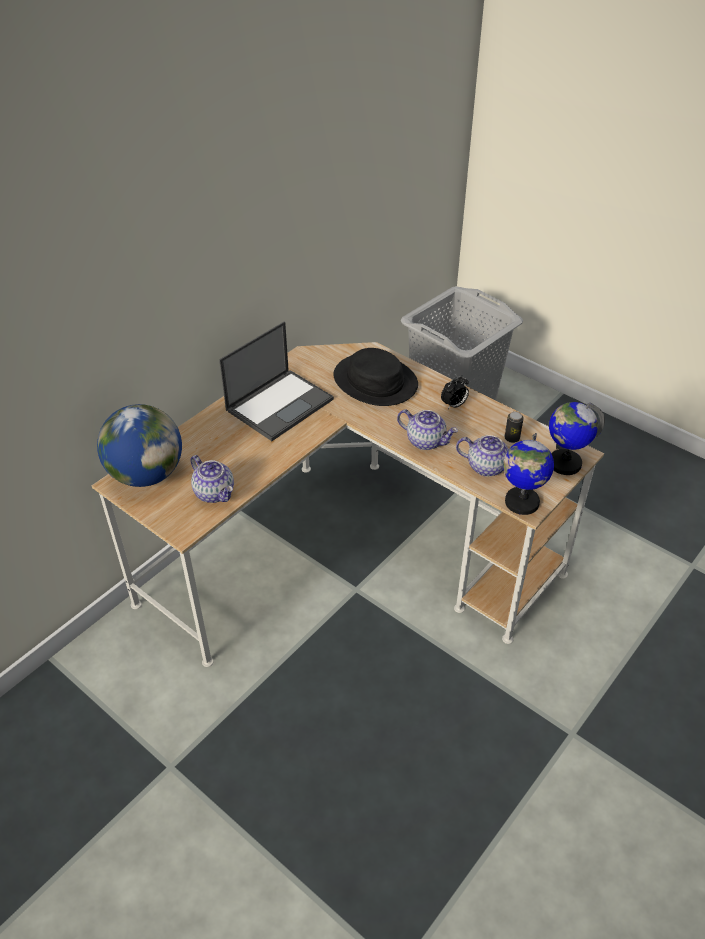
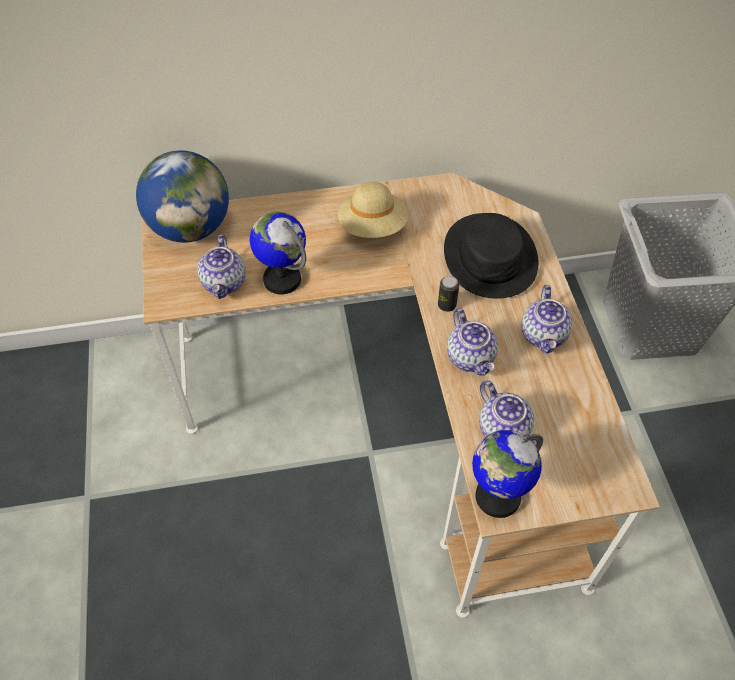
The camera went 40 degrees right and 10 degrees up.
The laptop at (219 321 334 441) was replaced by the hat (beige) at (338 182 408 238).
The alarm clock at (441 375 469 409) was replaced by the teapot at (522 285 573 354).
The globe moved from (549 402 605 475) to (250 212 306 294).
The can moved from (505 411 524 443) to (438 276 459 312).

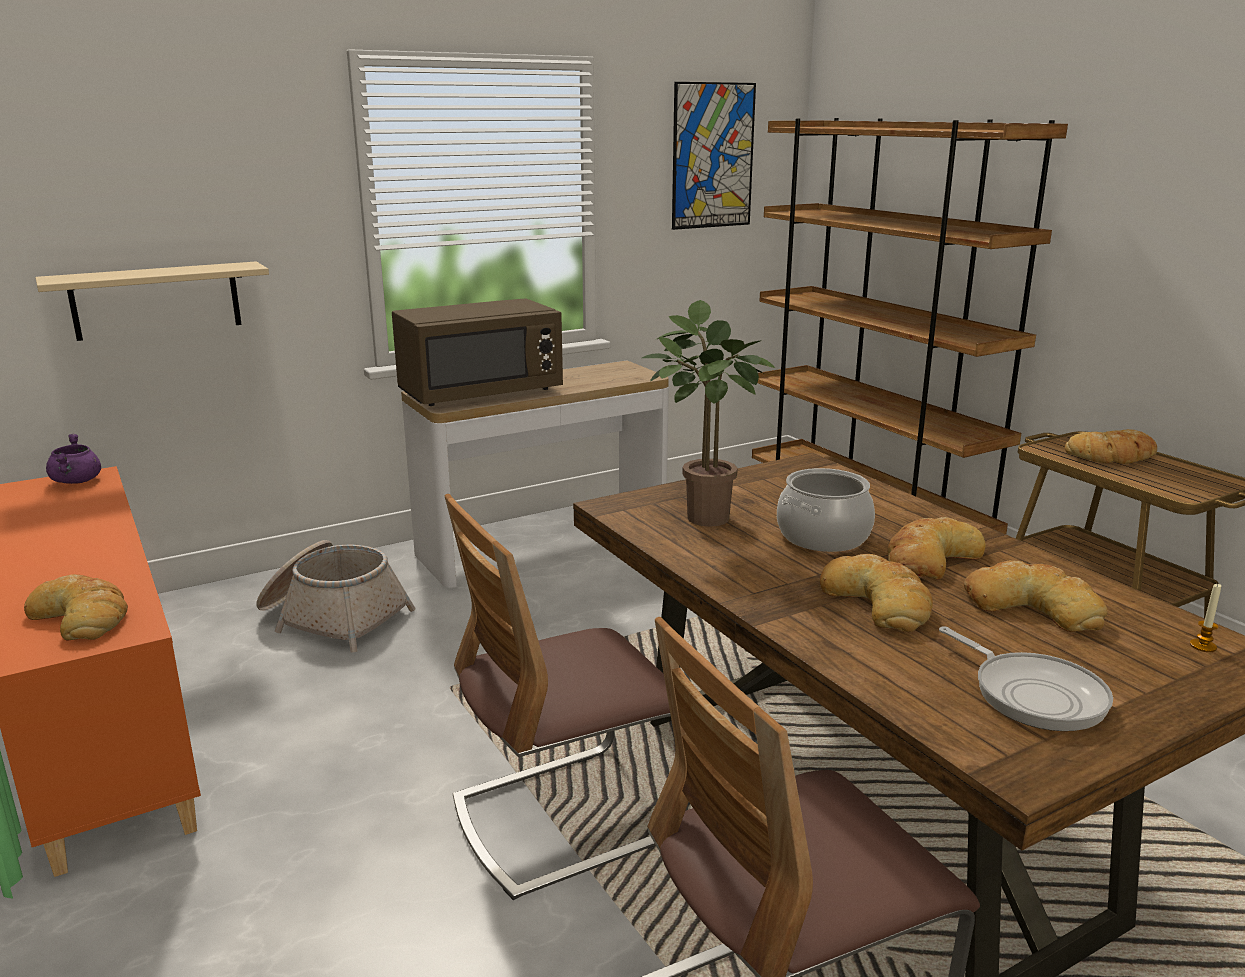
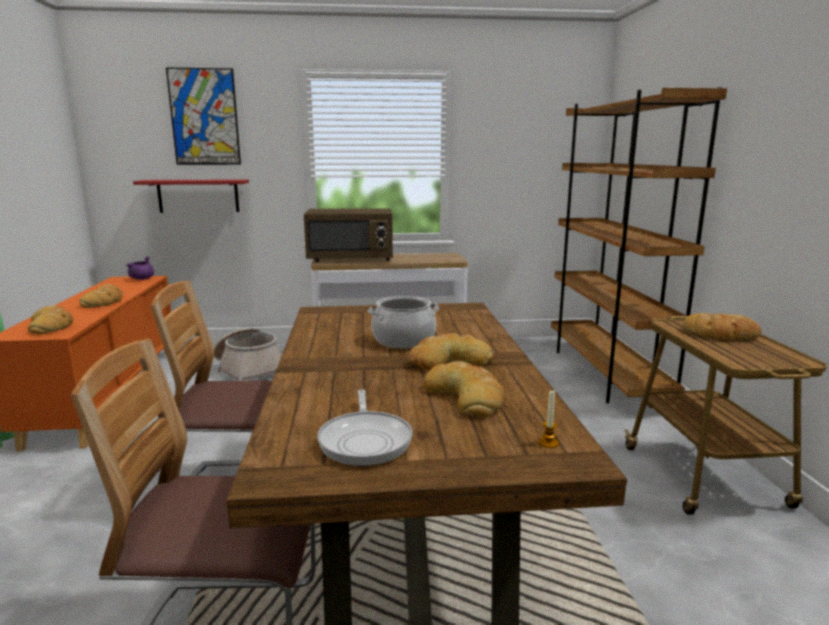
The camera went 25 degrees right and 5 degrees down.
The picture moved from (672 82 756 230) to (166 68 241 165).
The shelf (beige) at (35 262 269 341) became the shelf (red) at (133 179 249 213).
The potted plant at (642 300 775 527) disappeared.
The bread moved from (820 554 933 632) to (79 284 123 308).

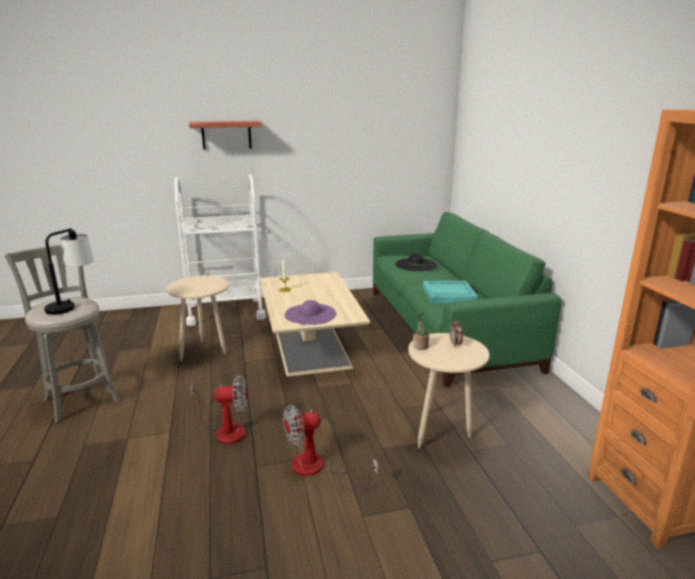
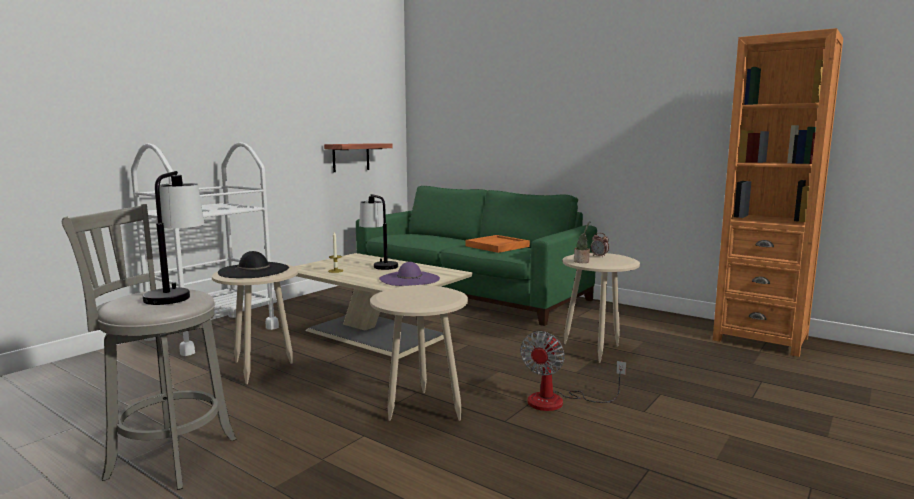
The camera went 40 degrees left and 10 degrees down.
The shelf moved from (189 121 262 150) to (324 143 393 172).
The hat (black) moved from (396 253 437 271) to (218 251 289 278).
The tray (turquoise) at (423 280 478 303) became the tray (orange) at (465 235 530 253).
The fan at (191 375 247 444) was replaced by the side table (beige) at (370 285 468 421).
The table lamp at (359 194 398 270) appeared.

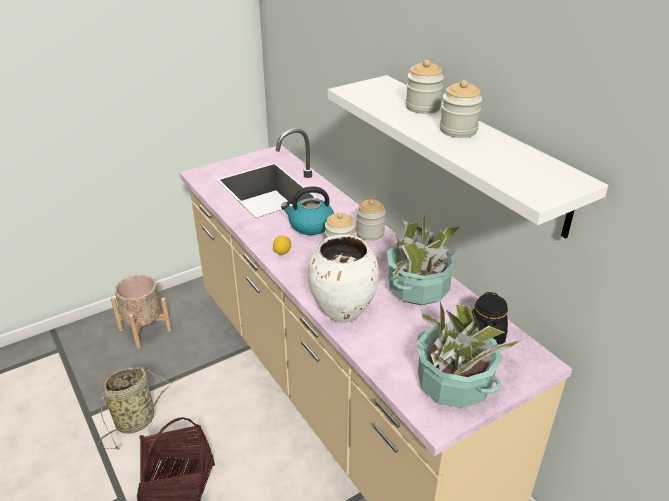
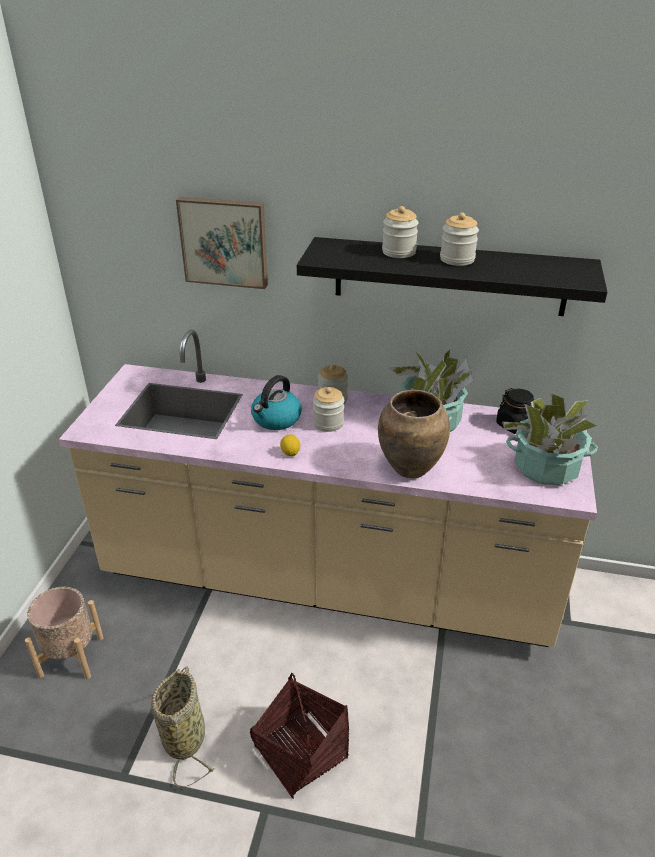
The camera went 45 degrees left and 0 degrees up.
The shelf (white) at (328 75 608 239) became the shelf (black) at (297 237 607 316).
The vase (white) at (308 234 379 323) became the vase (brown) at (378 390 450 478).
The picture at (176 197 268 289) appeared.

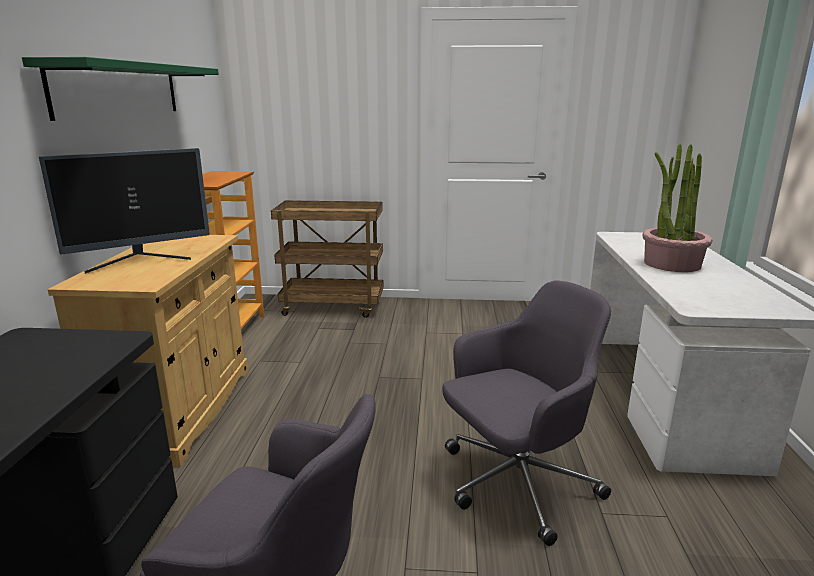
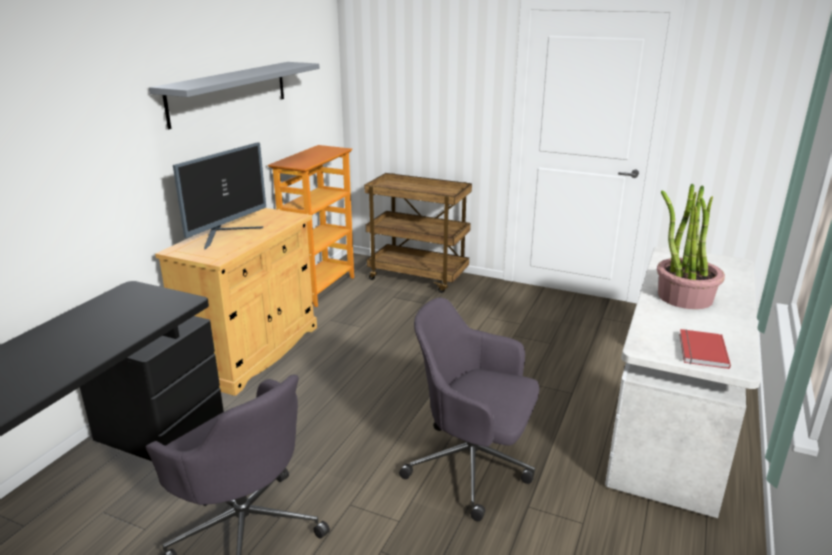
The camera went 20 degrees right and 5 degrees up.
The shelf (green) at (22 57 219 121) became the shelf (grey) at (149 62 319 129).
The monitor at (39 148 210 274) turned 45 degrees counterclockwise.
The office chair (grey) at (442 280 611 546) turned 150 degrees counterclockwise.
The book (red) at (679 329 731 369) appeared.

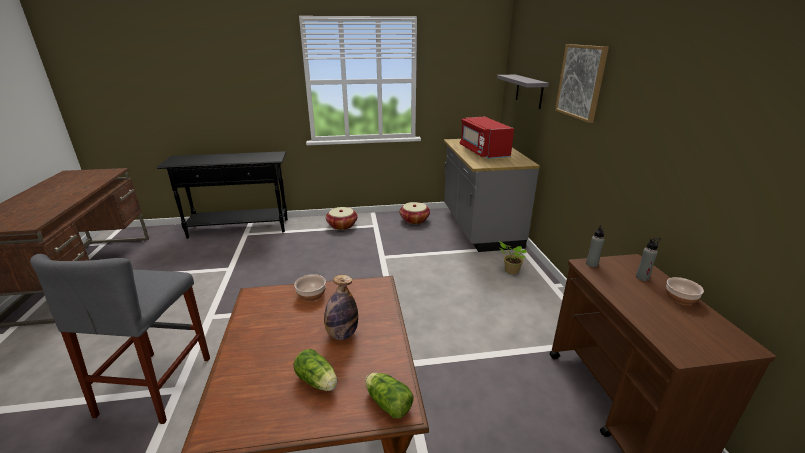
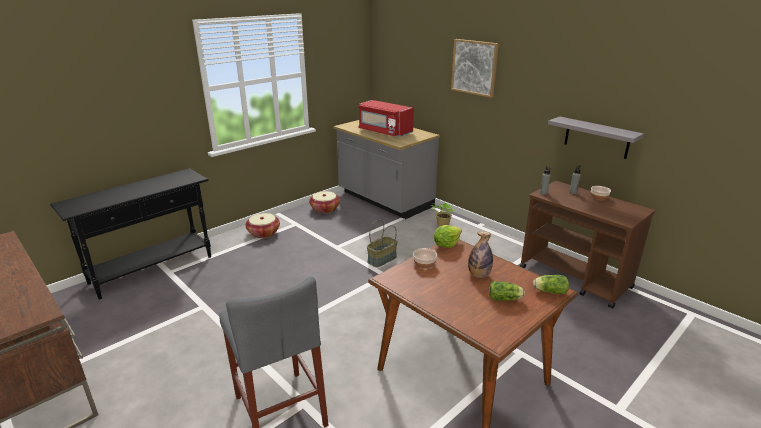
The camera went 35 degrees left and 0 degrees up.
The shelf (grey) moved from (497 75 549 109) to (548 117 644 159).
The basket at (367 220 398 267) appeared.
The lettuce at (434 225 462 248) appeared.

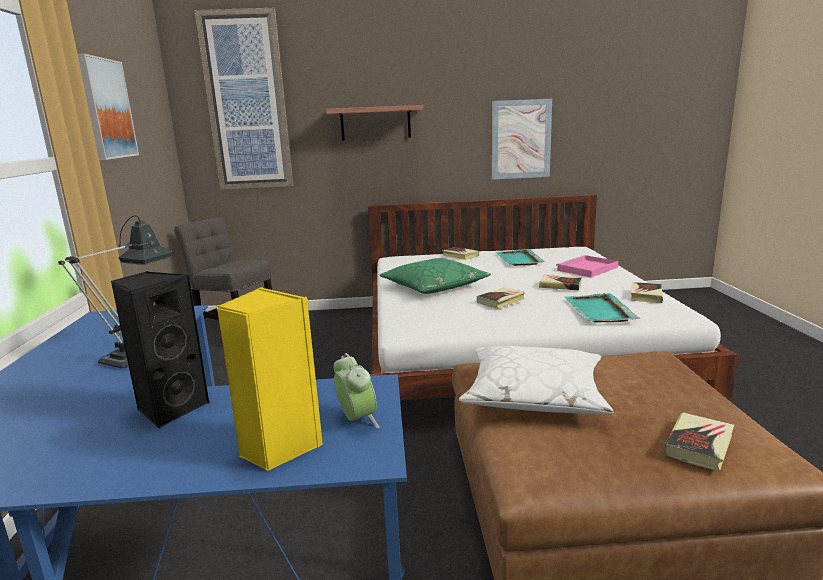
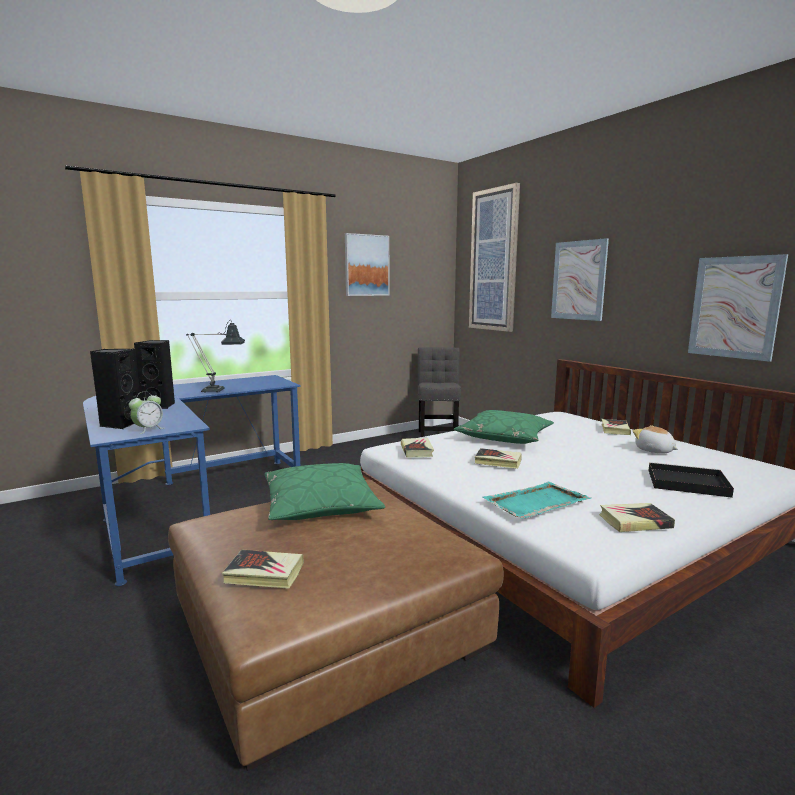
The camera went 60 degrees right and 5 degrees down.
The shelf at (326 105 423 141) was replaced by the picture at (551 238 609 321).
The tray (turquoise) at (496 249 545 266) was replaced by the plush toy at (633 425 678 453).
The tray (pink) at (556 255 618 278) became the tray (black) at (648 462 734 498).
The book moved from (539 274 582 290) to (401 438 434 458).
The speaker (yellow) at (216 287 323 471) became the speaker (black) at (90 349 140 429).
The pillow (white) at (459 346 614 414) became the pillow (green) at (264 463 385 520).

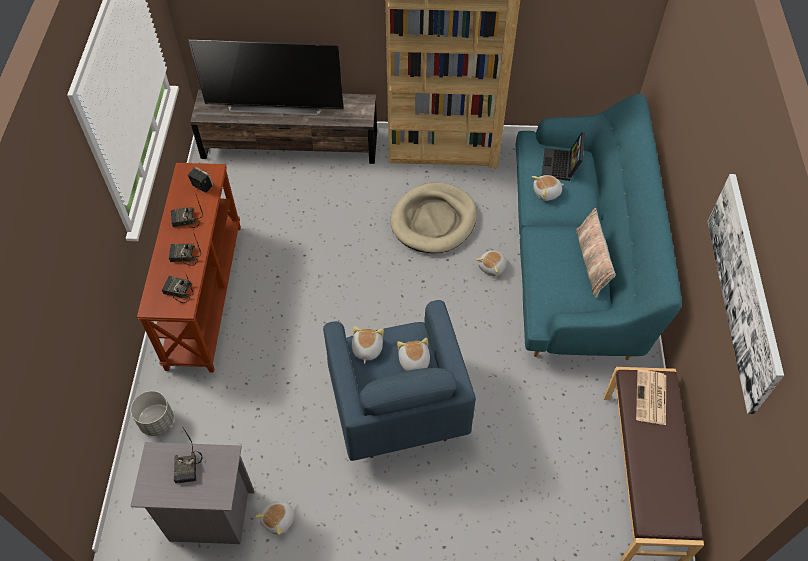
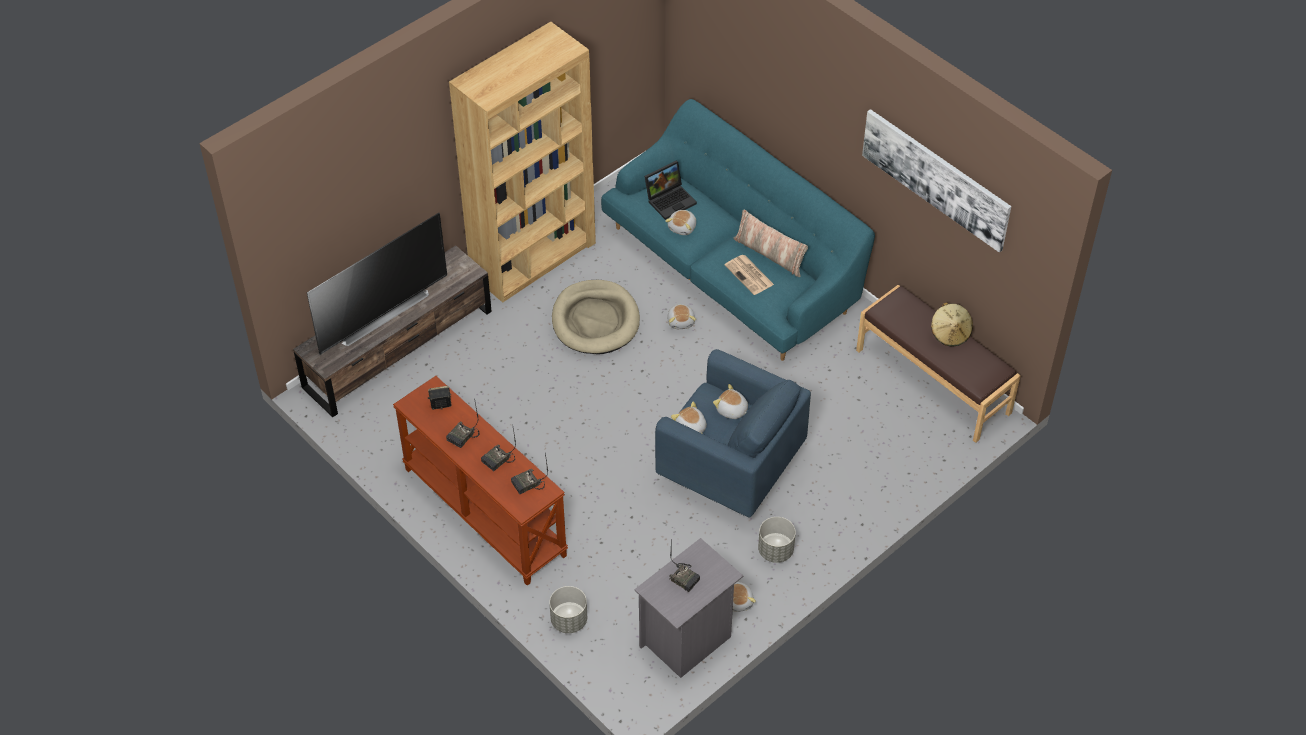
The camera went 45 degrees left and 5 degrees down.
The laptop at (542 132 585 181) turned 90 degrees counterclockwise.
The newspaper moved from (636 370 666 425) to (725 255 774 295).
The hat (beige) at (931 302 973 346) appeared.
The planter (grey) at (758 517 796 563) appeared.

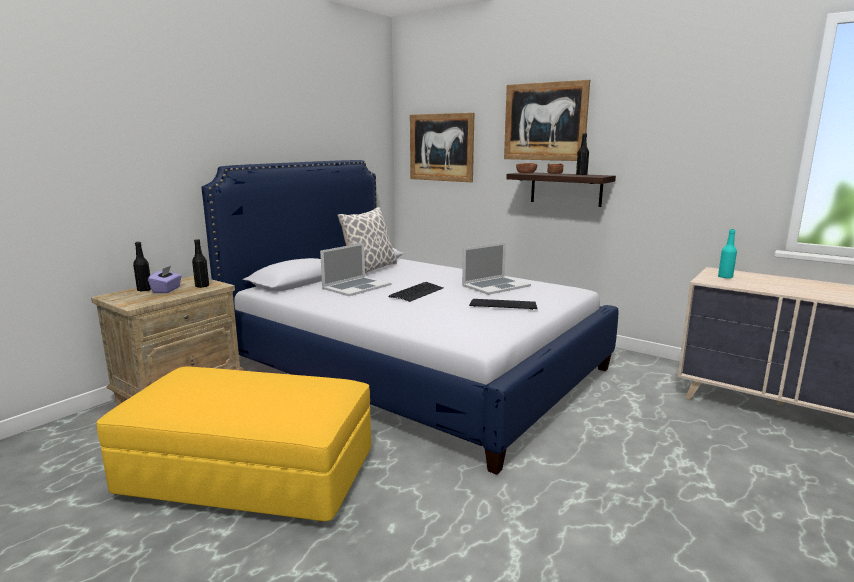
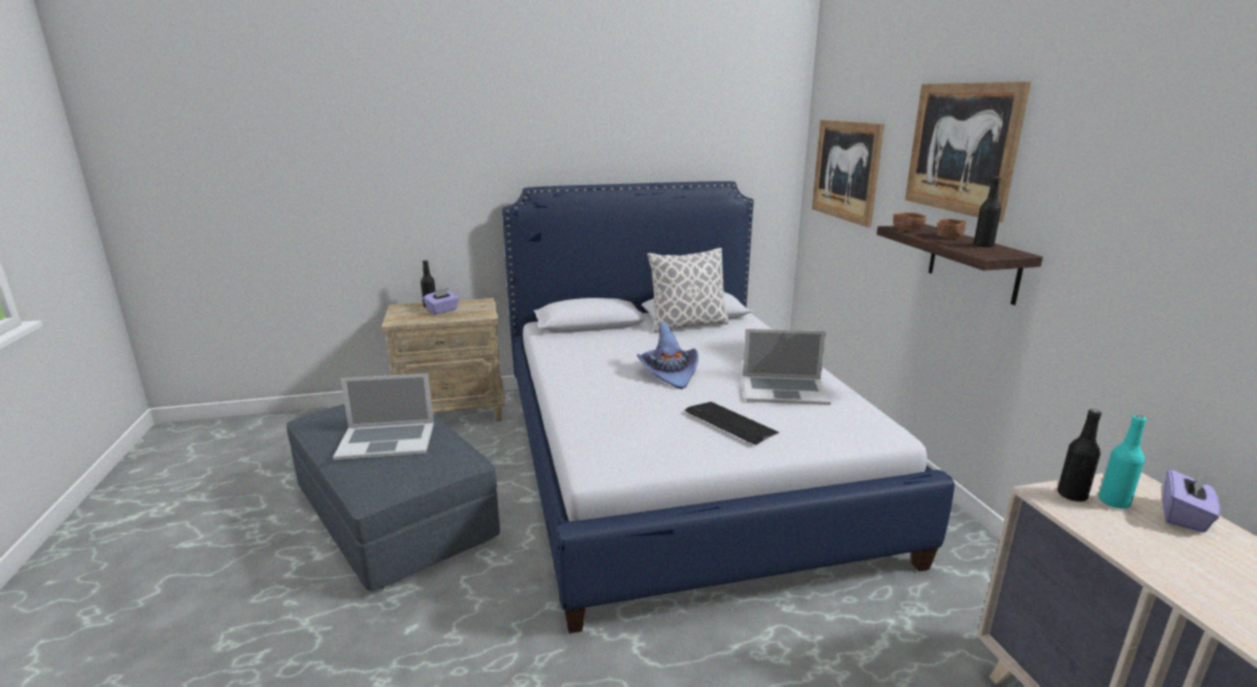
The camera went 40 degrees right and 5 degrees up.
The bottle (black) moved from (192 239 209 288) to (1057 409 1102 502).
The laptop moved from (320 243 391 296) to (333 373 434 460).
The keyboard at (388 282 443 302) was replaced by the hat (purple) at (637 323 699 389).
The ottoman (yellow) at (96 367 371 521) became the ottoman (grey) at (286 404 500 591).
The tissue box (purple) at (1163 469 1220 533) appeared.

